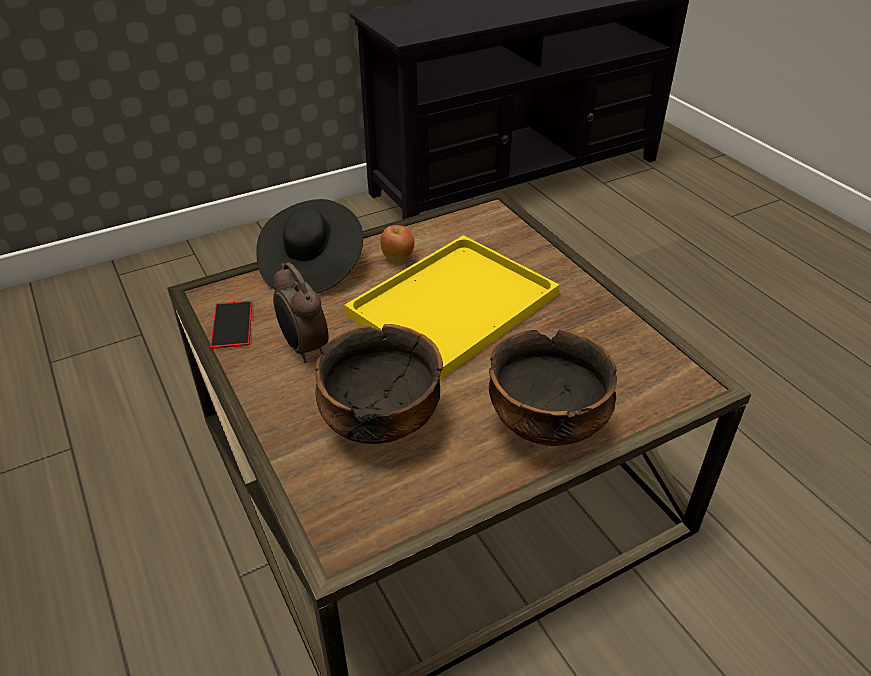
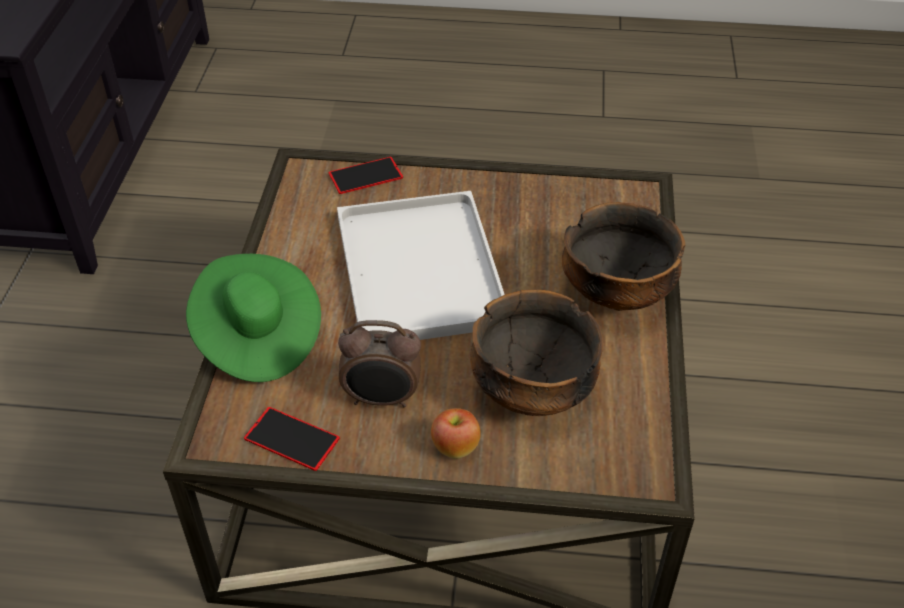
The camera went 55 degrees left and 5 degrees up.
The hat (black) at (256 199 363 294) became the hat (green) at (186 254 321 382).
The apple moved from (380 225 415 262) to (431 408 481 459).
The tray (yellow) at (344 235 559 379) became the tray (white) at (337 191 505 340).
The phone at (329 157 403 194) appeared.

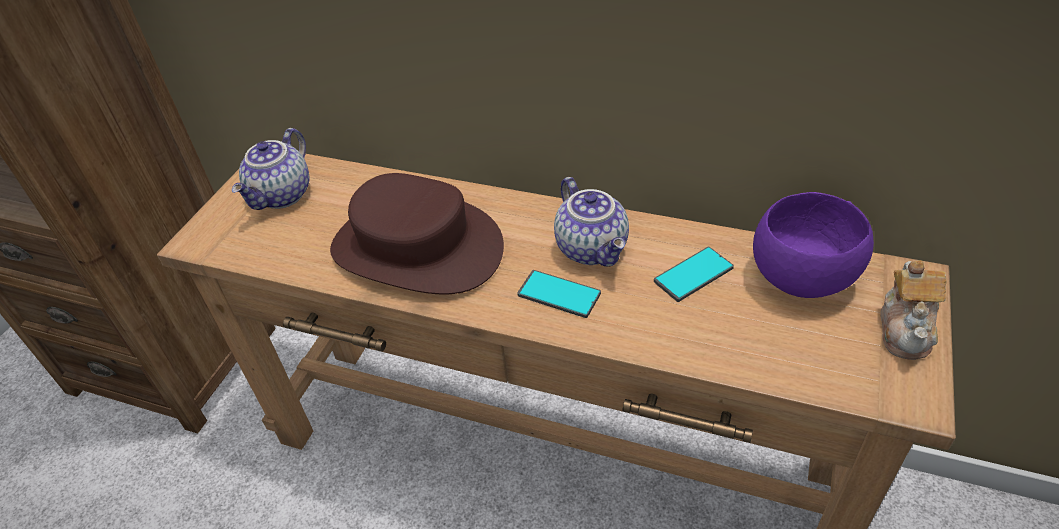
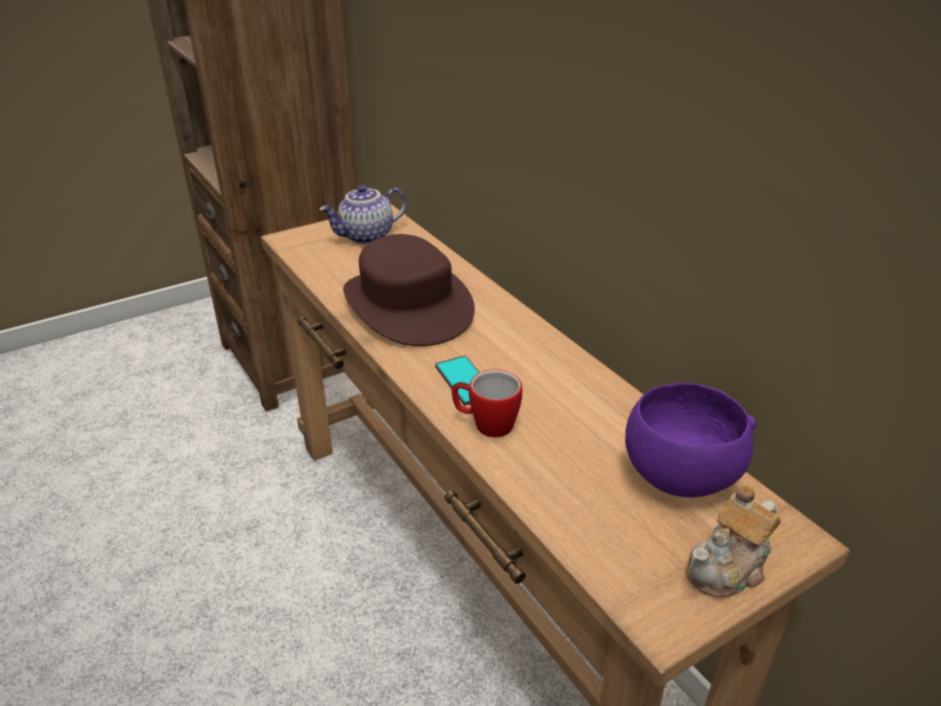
The camera went 35 degrees right and 10 degrees down.
The teapot at (554 177 629 267) disappeared.
The phone at (654 247 734 302) disappeared.
The mug at (452 369 523 437) appeared.

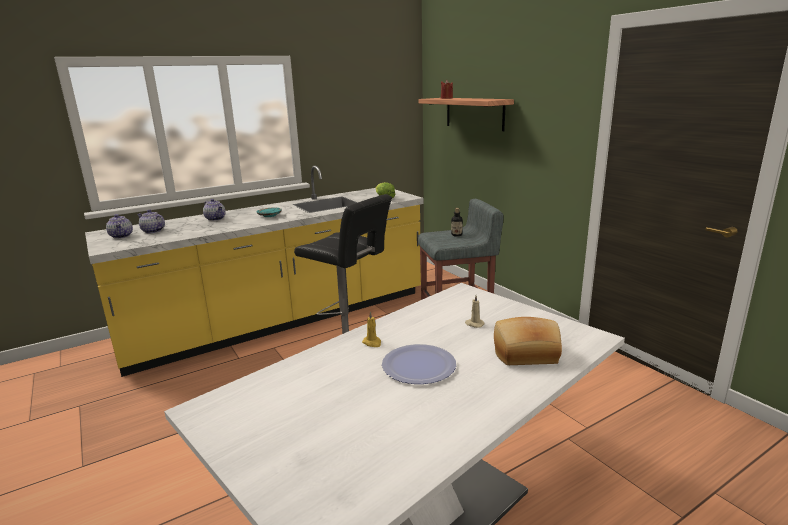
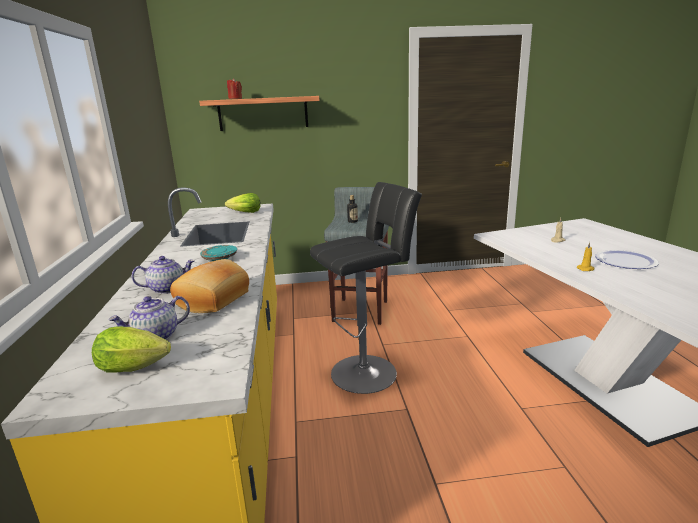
The camera went 65 degrees left and 0 degrees up.
The teapot at (106 214 133 238) was replaced by the lettuce at (92 326 171 373).
The bread moved from (494 317 562 365) to (170 259 249 313).

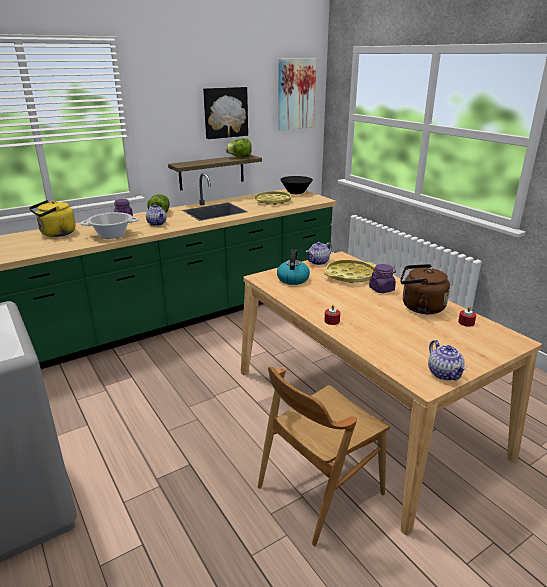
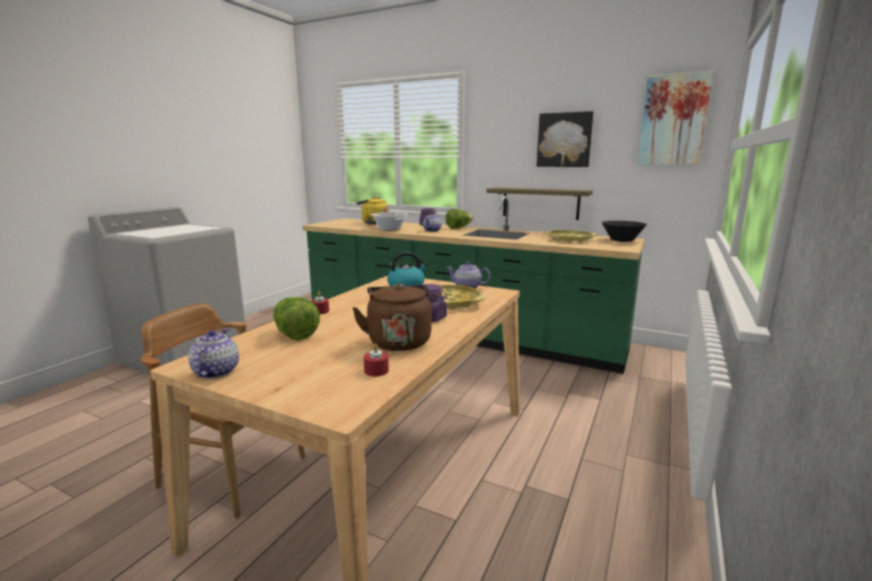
The camera went 60 degrees right and 10 degrees down.
The lettuce moved from (225 138 252 157) to (273 297 320 340).
The teapot at (428 340 467 381) turned 135 degrees clockwise.

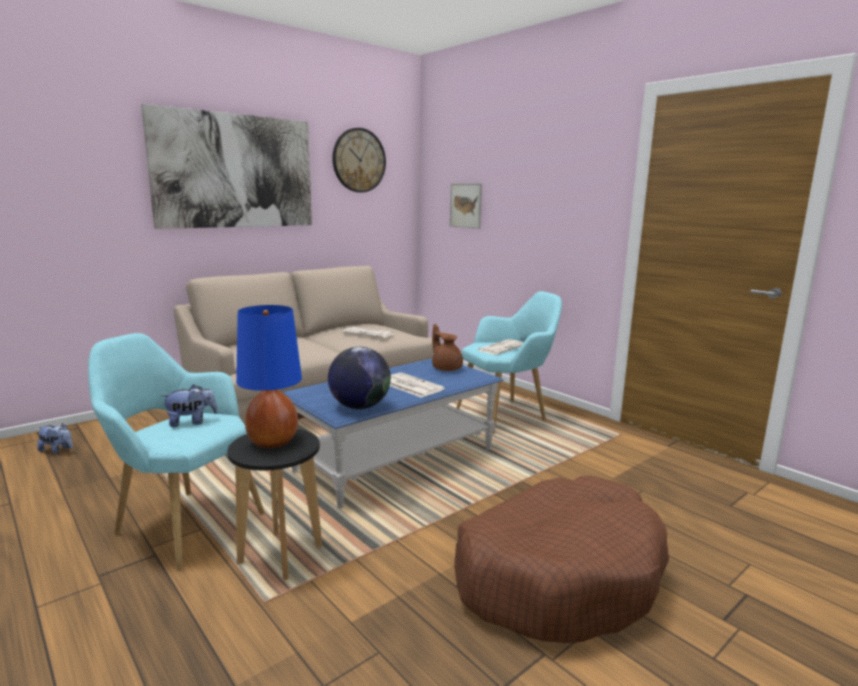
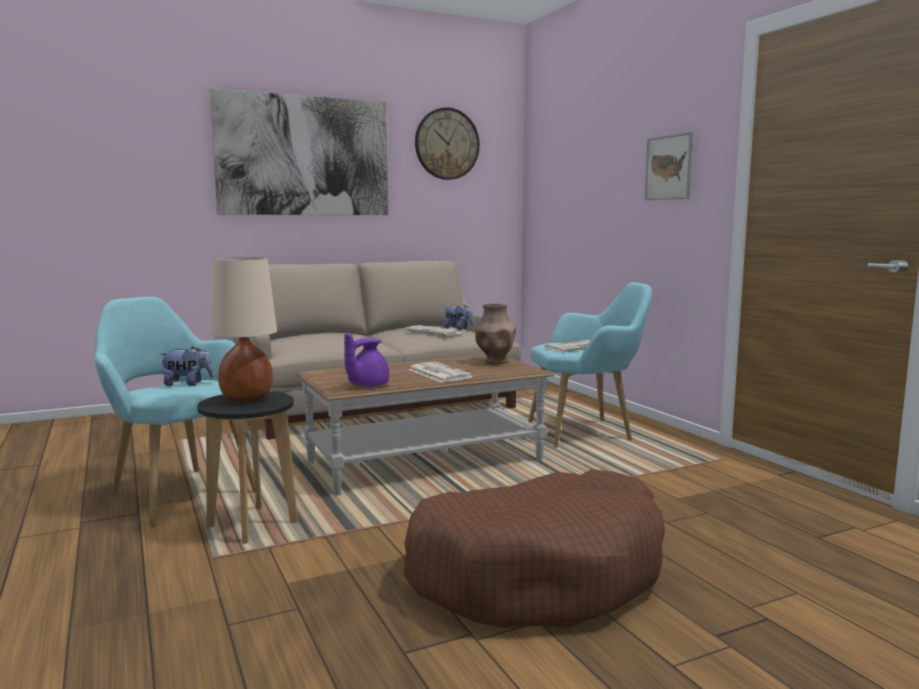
The camera went 15 degrees right and 5 degrees down.
The picture moved from (450 184 482 229) to (645 132 693 200).
The table lamp (blue) at (236 305 302 448) became the table lamp (beige) at (210 257 277 403).
The teapot (brown) at (432 324 463 371) was replaced by the vase (brown) at (475 303 516 365).
The globe at (328 347 391 409) was replaced by the teapot (purple) at (344 333 389 387).
The coffee table (blue) at (282 359 503 509) became the coffee table (brown) at (296 355 554 496).
The plush toy moved from (37 423 73 454) to (444 305 474 330).

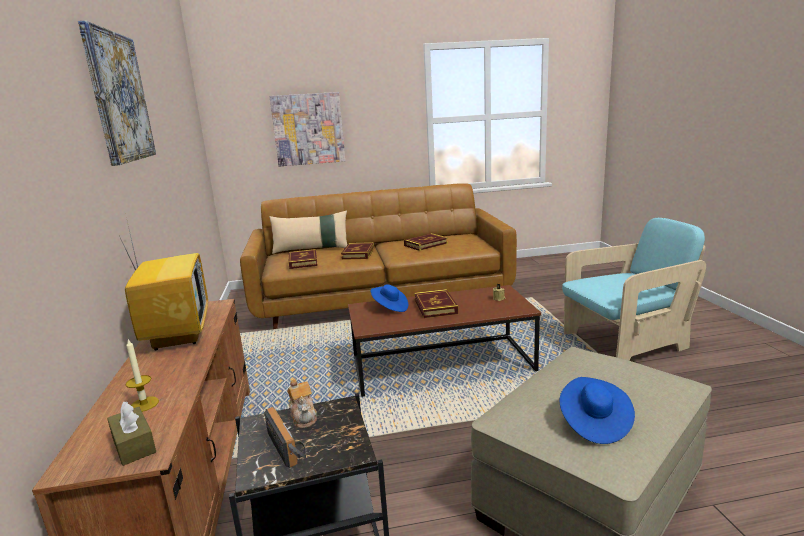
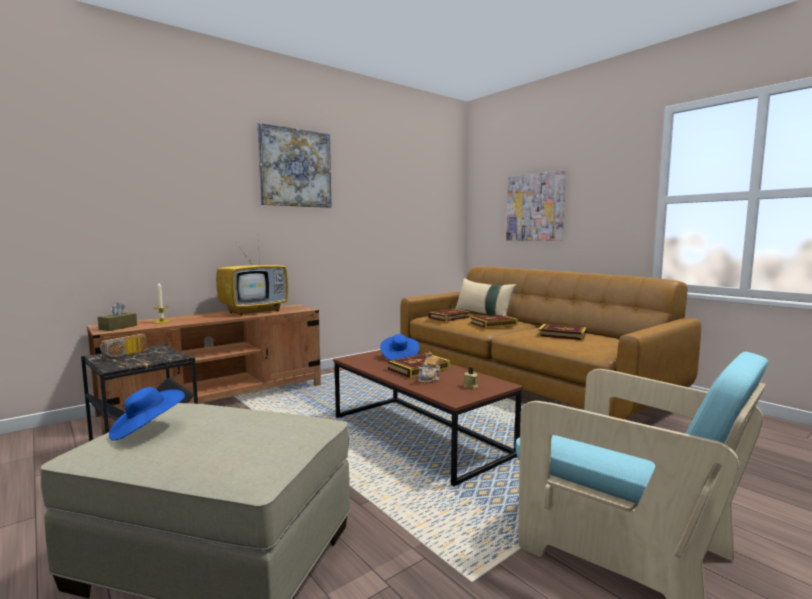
The camera went 60 degrees right and 10 degrees down.
The teapot moved from (287 379 317 429) to (418 352 441 383).

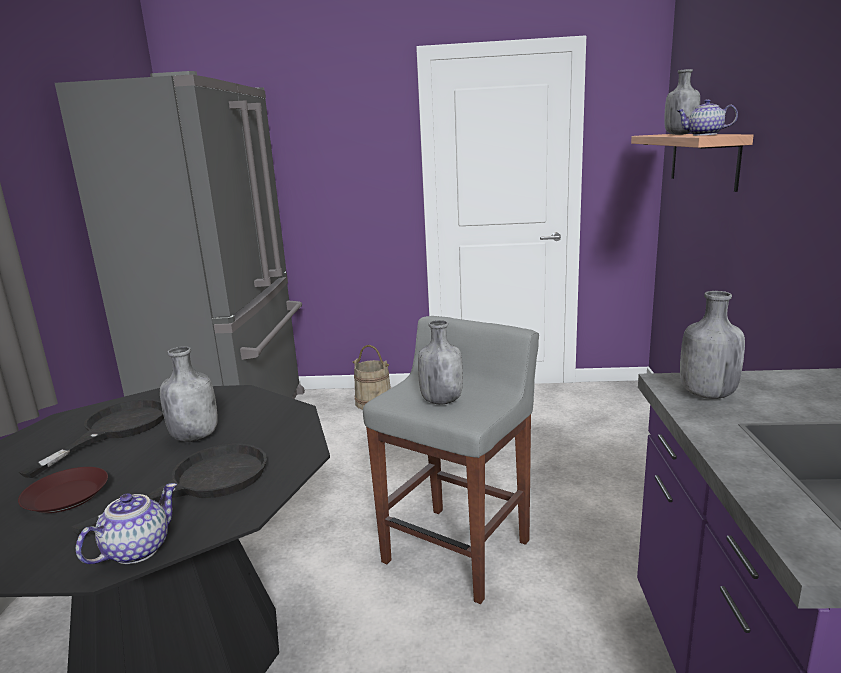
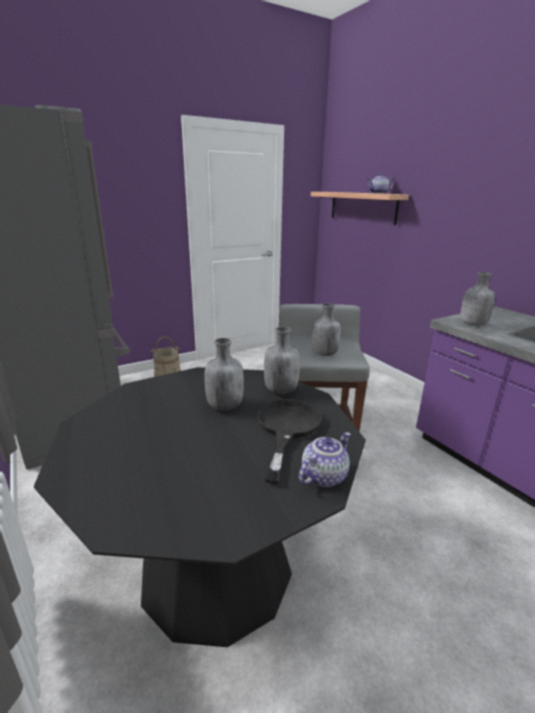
The camera went 35 degrees left and 5 degrees up.
The bottle (grey) moved from (664 69 700 135) to (264 327 300 394).
The frying pan (black) at (19 399 164 478) disappeared.
The plate (brown) at (18 467 108 513) disappeared.
The teapot at (76 483 177 564) turned 45 degrees clockwise.

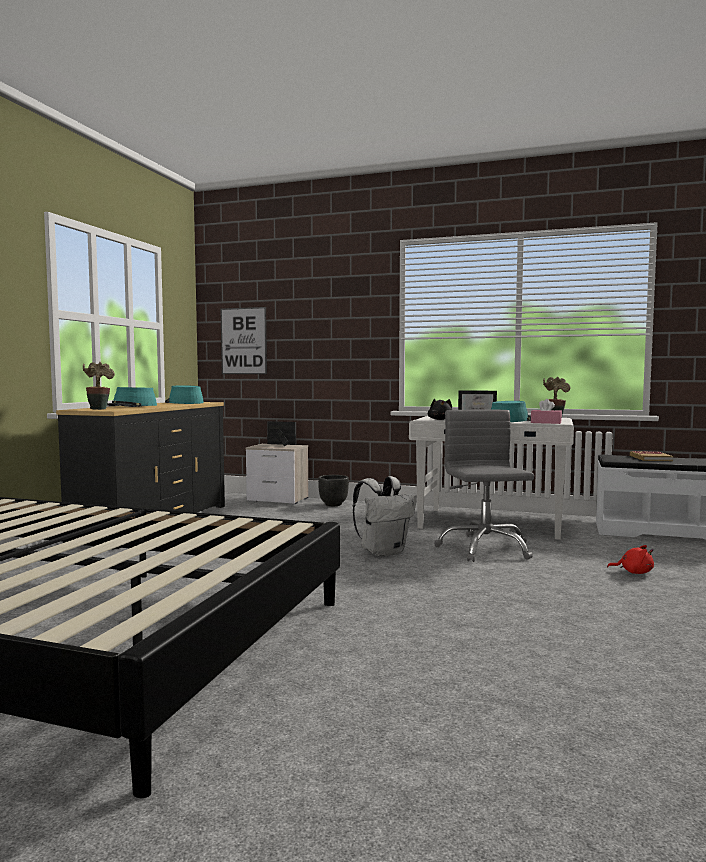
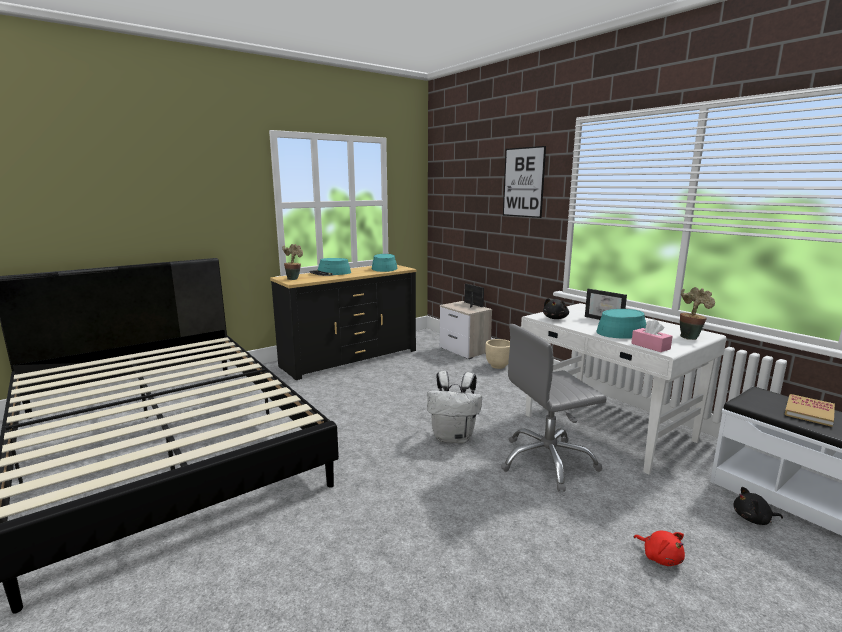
The camera went 35 degrees right and 10 degrees up.
The picture moved from (221 307 267 374) to (503 146 546 218).
The office chair (grey) at (434 409 534 562) turned 135 degrees counterclockwise.
The planter (black) at (318 475 349 506) became the planter (beige) at (485 339 510 369).
The plush toy (black) at (734 487 783 525) appeared.

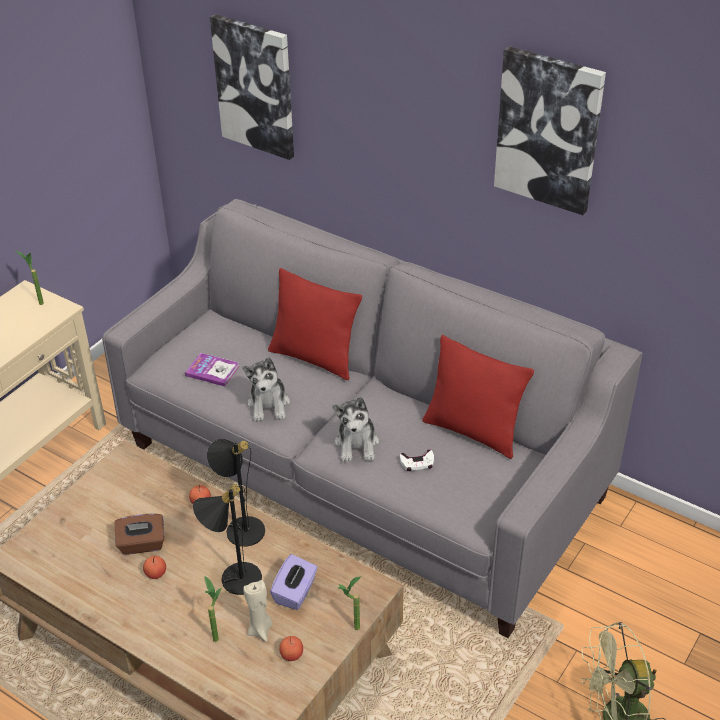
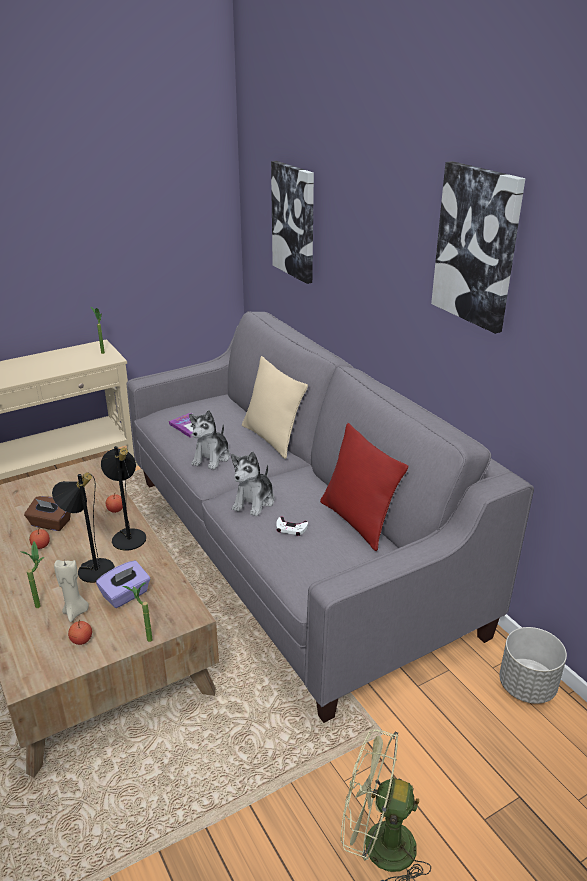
The camera went 25 degrees right and 10 degrees down.
The pillow (red) at (268 268 362 380) became the pillow (beige) at (242 356 308 459).
The planter (grey) at (499 627 567 704) appeared.

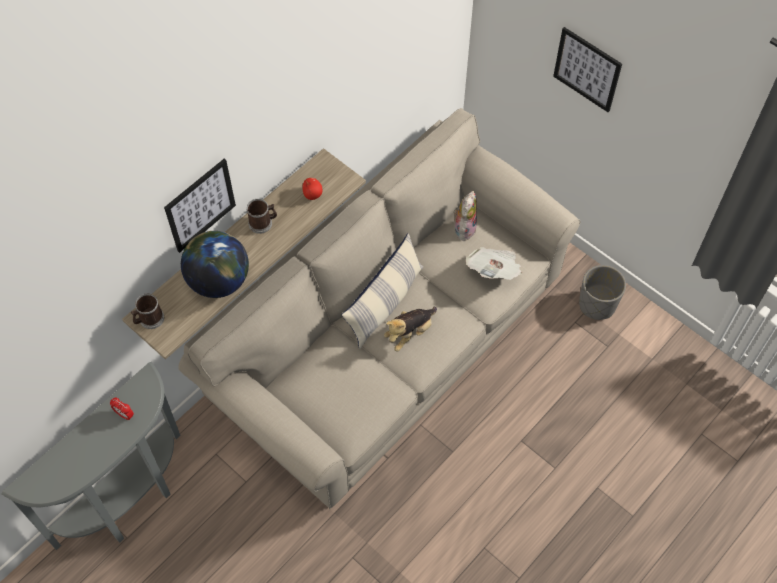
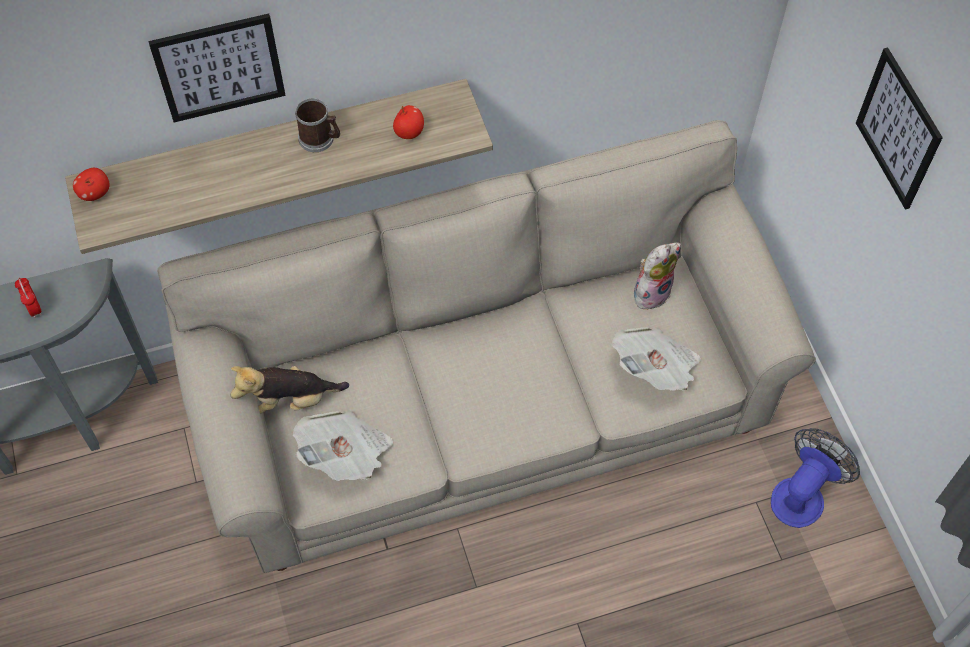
The camera went 30 degrees right and 0 degrees up.
The globe at (181 231 249 298) disappeared.
The pillow at (342 233 423 349) disappeared.
The planter (grey) at (579 265 626 320) was replaced by the fan at (771 428 860 528).
The mug at (131 294 164 329) was replaced by the apple at (73 168 110 201).
The plush toy moved from (384 307 437 352) to (230 366 349 414).
The newspaper at (293 410 393 481) appeared.

